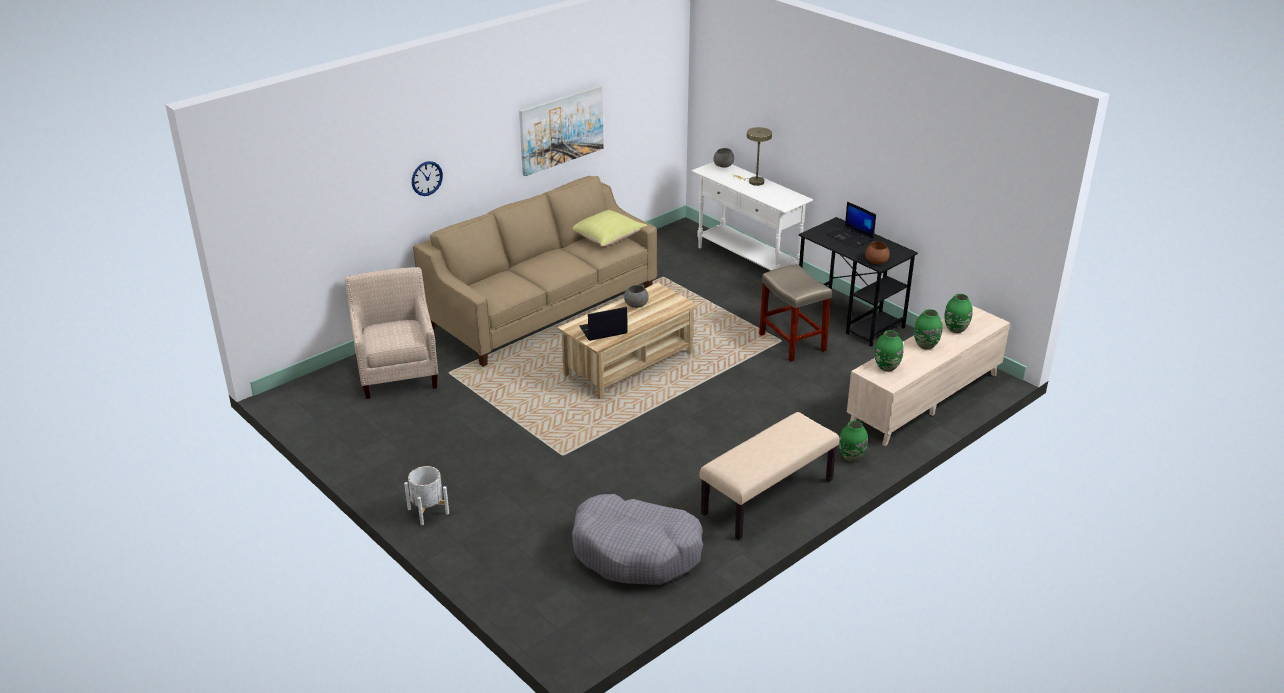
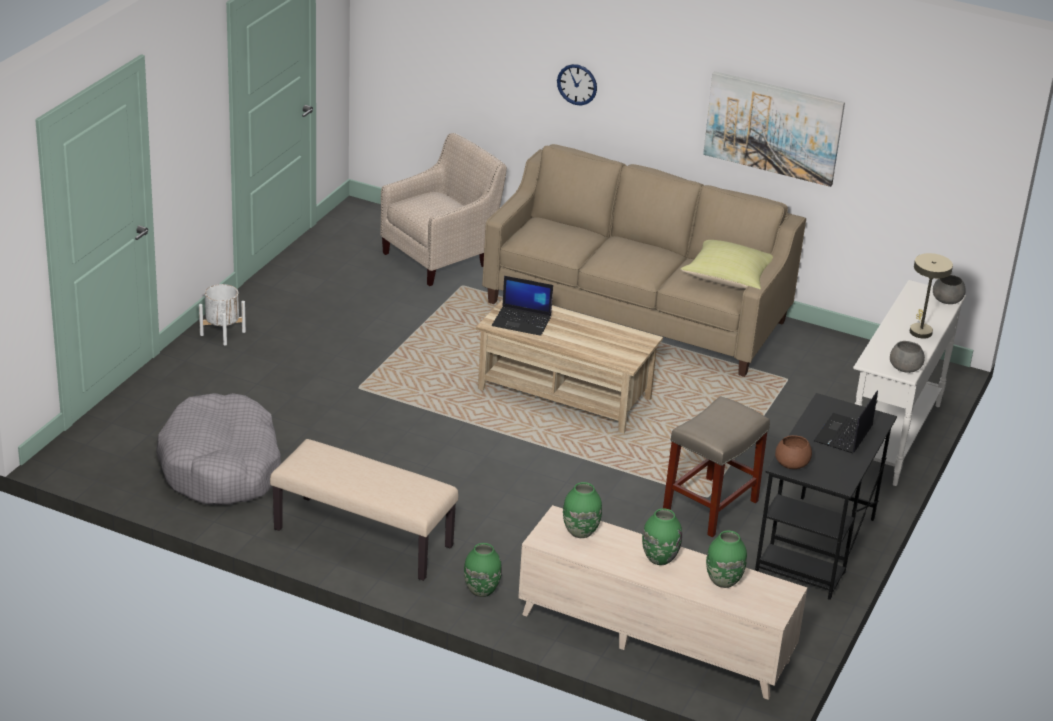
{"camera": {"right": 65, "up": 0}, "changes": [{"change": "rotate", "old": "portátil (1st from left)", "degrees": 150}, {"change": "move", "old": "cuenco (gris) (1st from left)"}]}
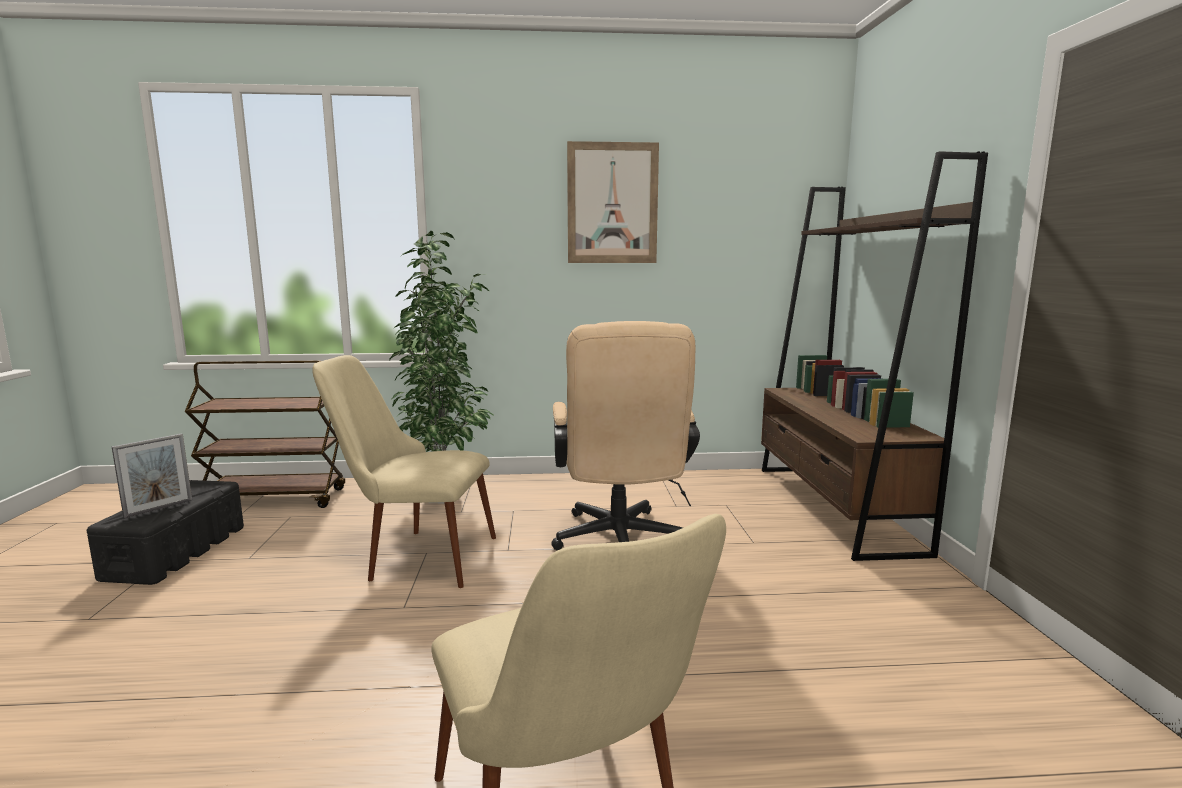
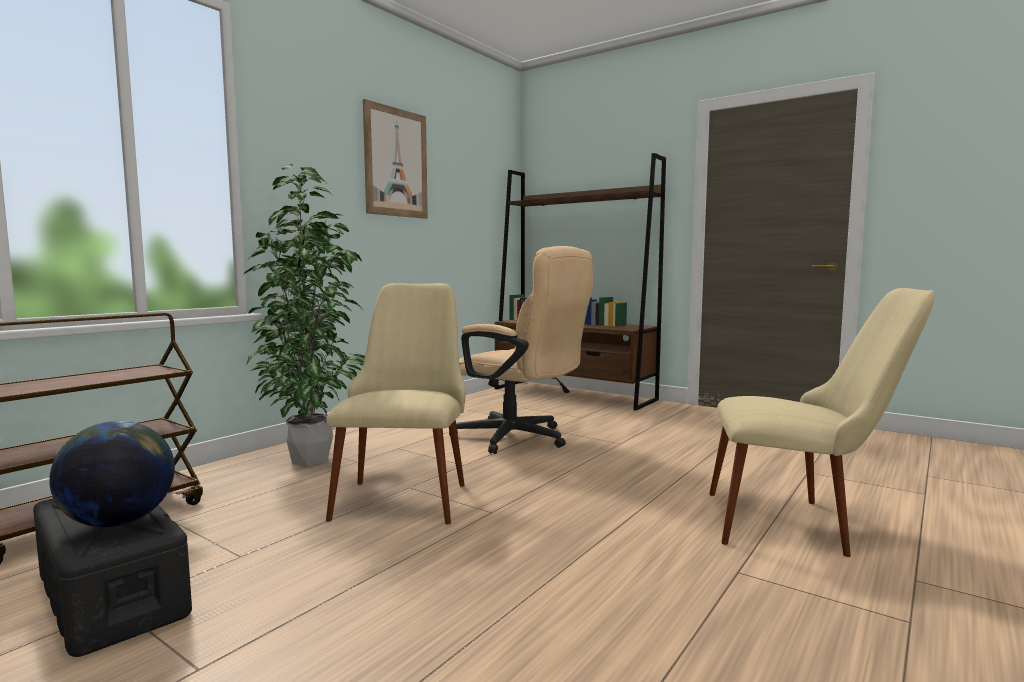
{"camera": {"right": -50, "up": -5}, "changes": [{"change": "replace", "old": "portarretratos", "new": "globo terráqueo"}, {"change": "rotate", "old": "silla (beis) (1st from left)", "degrees": 135}]}
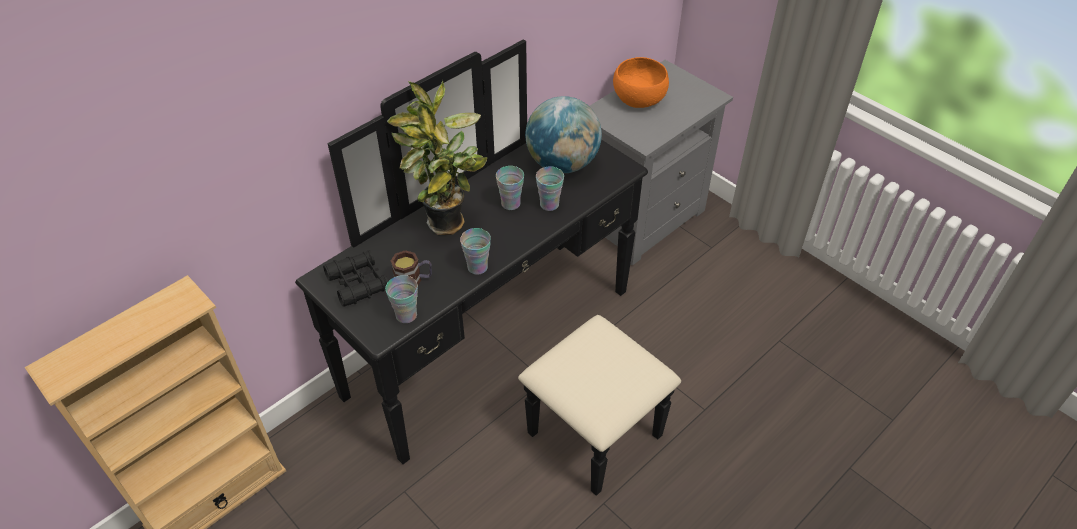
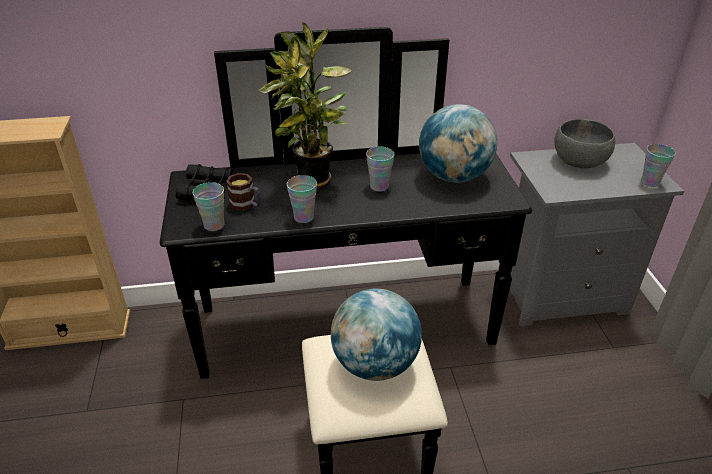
{"camera": {"right": 35, "up": -10}, "changes": [{"change": "insert", "new": "globo terráqueo (1st from left)"}, {"change": "recolor", "old": "cuenco (naranja)", "new": "cuenco (gris)"}, {"change": "move", "old": "taza (4th from left)"}]}
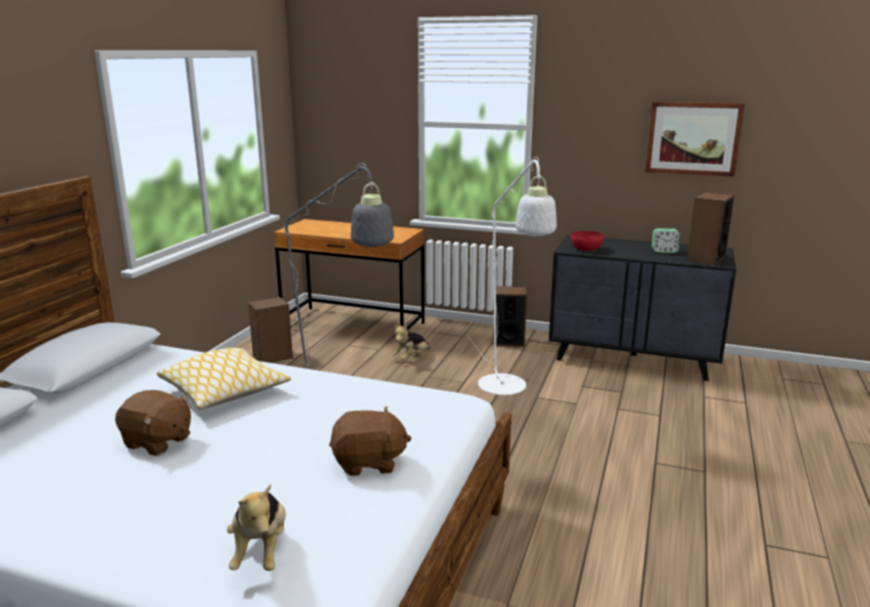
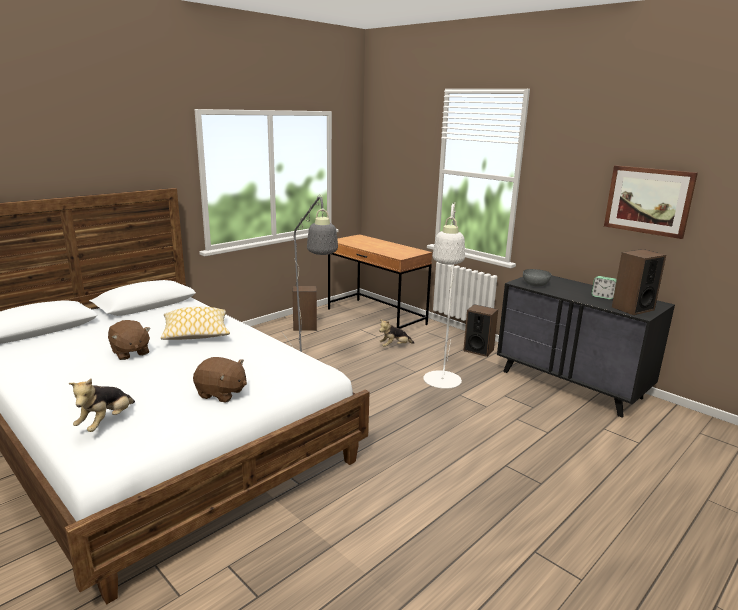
{"camera": {"right": 25, "up": 0}, "changes": [{"change": "recolor", "old": "cuenco (rojo)", "new": "cuenco (gris)"}]}
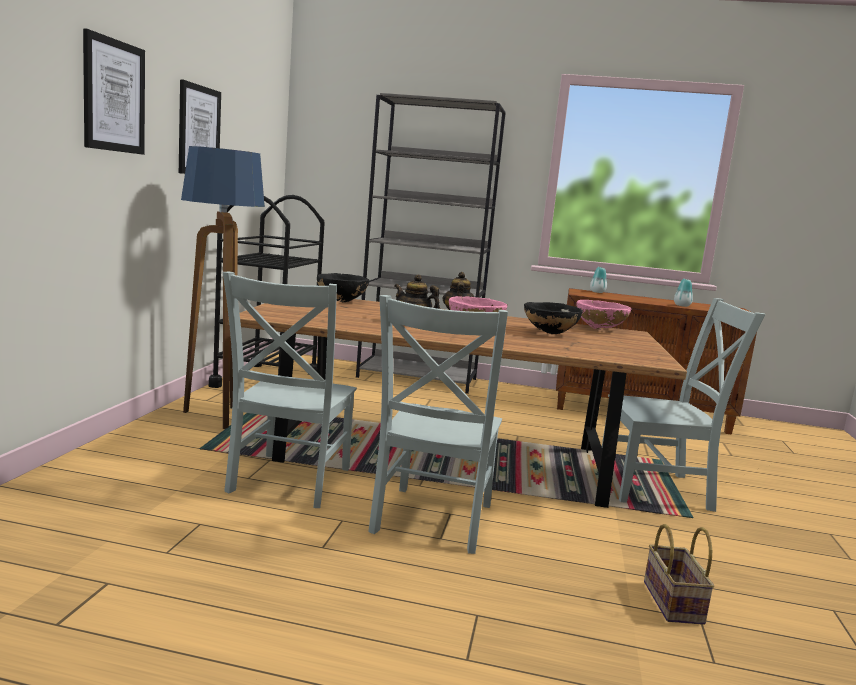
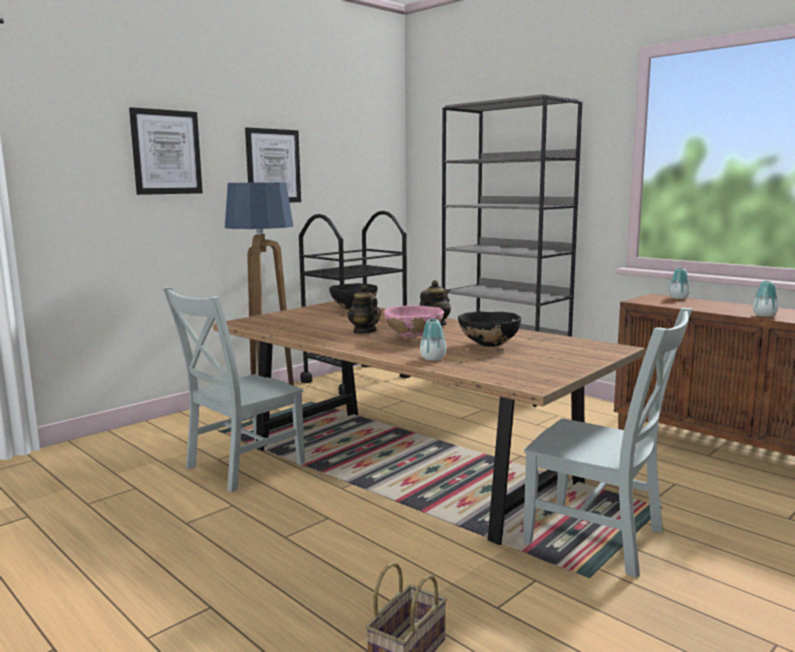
{"camera": {"right": 35, "up": 0}, "changes": [{"change": "insert", "new": "florero (1st from left)"}, {"change": "delete", "old": "silla (gris) (2nd from left)"}, {"change": "delete", "old": "cuenco (rosa) (2nd from left)"}]}
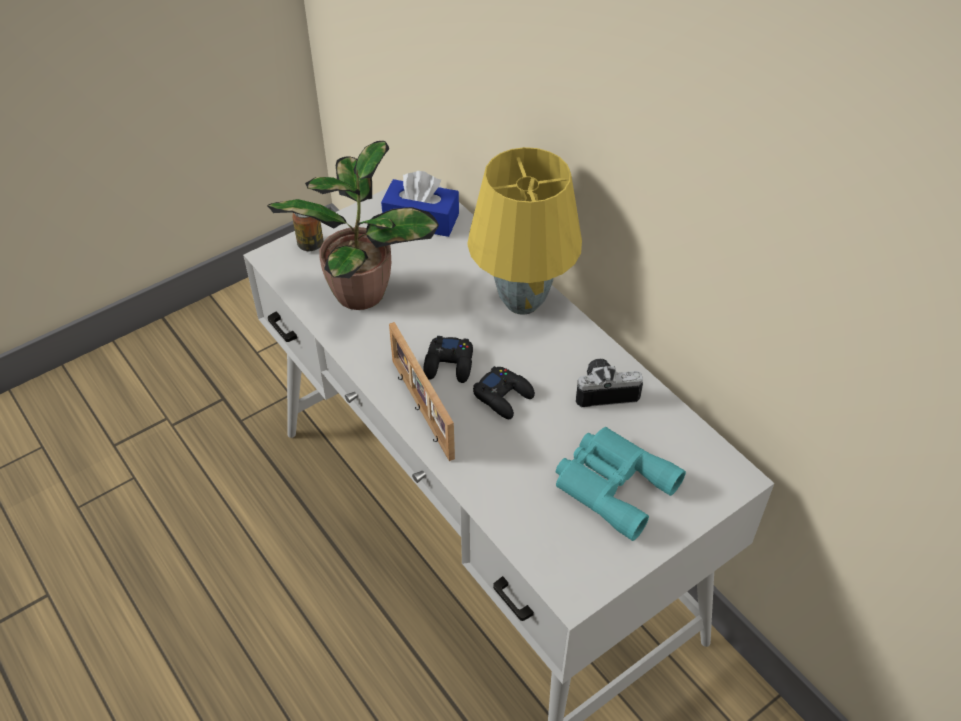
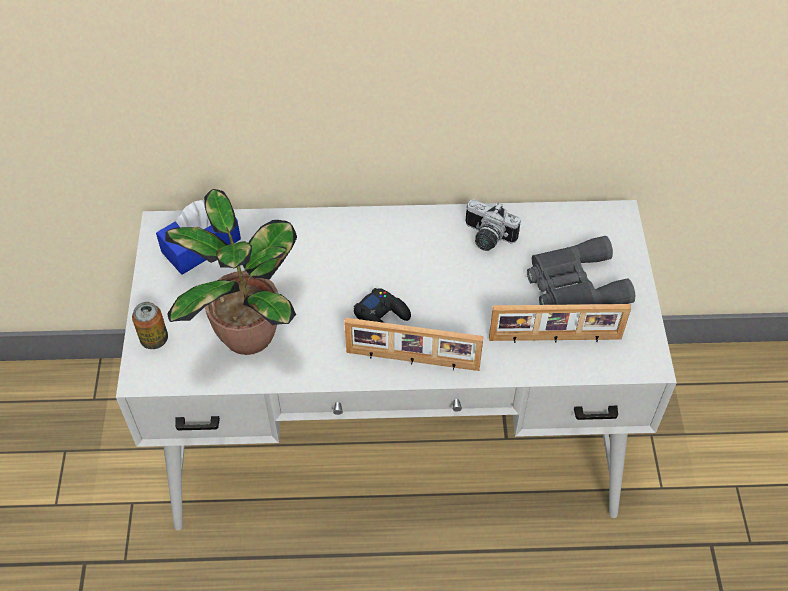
{"camera": {"right": -55, "up": 5}, "changes": [{"change": "rotate", "old": "cámara", "degrees": -90}, {"change": "insert", "new": "portarretratos (2nd from left)"}, {"change": "recolor", "old": "prismáticos (turquesa)", "new": "prismáticos (gris)"}, {"change": "delete", "old": "lámpara de mesa (amarillo)"}, {"change": "delete", "old": "mando de consola (negro) (2nd from left)"}]}
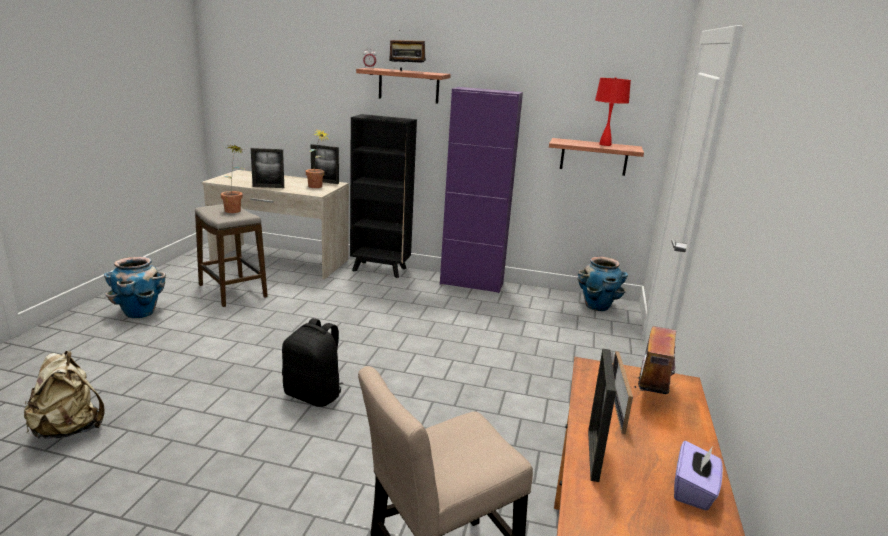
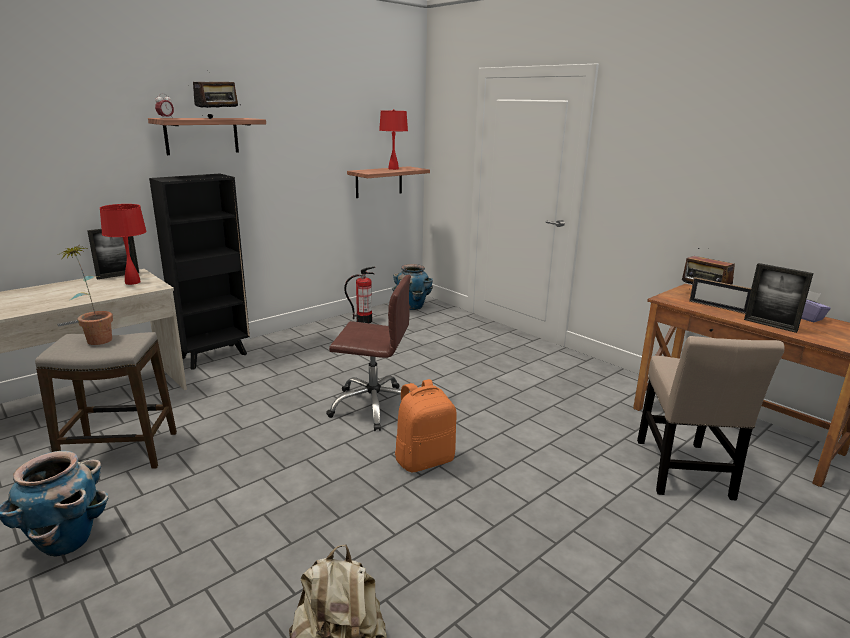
{"camera": {"right": -55, "up": 0}, "changes": [{"change": "replace", "old": "planta en maceta (2nd from left)", "new": "lámpara de mesa (rojo) (1st from left)"}, {"change": "insert", "new": "silla de oficina (marrón)"}, {"change": "insert", "new": "extintor"}, {"change": "recolor", "old": "mochila (negro)", "new": "mochila (naranja)"}, {"change": "delete", "old": "portarretratos (1st from left)"}, {"change": "delete", "old": "armario (morado)"}]}
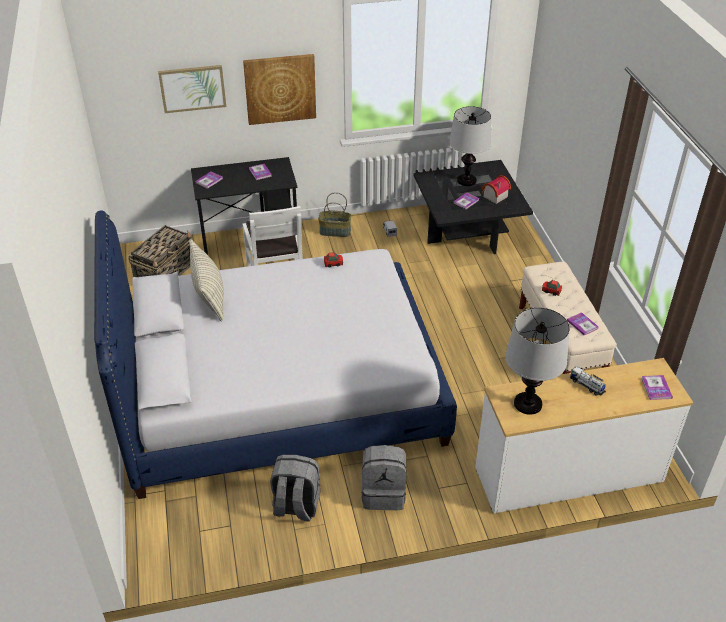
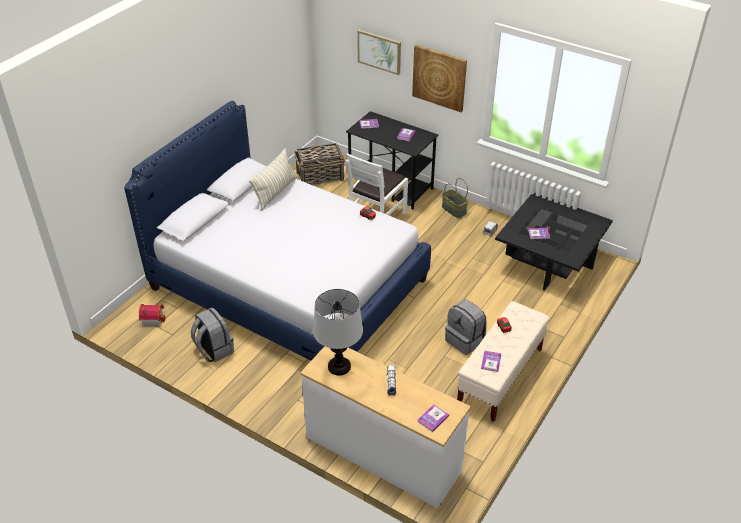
{"camera": {"right": 45, "up": 0}, "changes": [{"change": "move", "old": "casita"}, {"change": "move", "old": "mochila (gris) (2nd from left)"}, {"change": "delete", "old": "lámpara de mesa (1st from left)"}]}
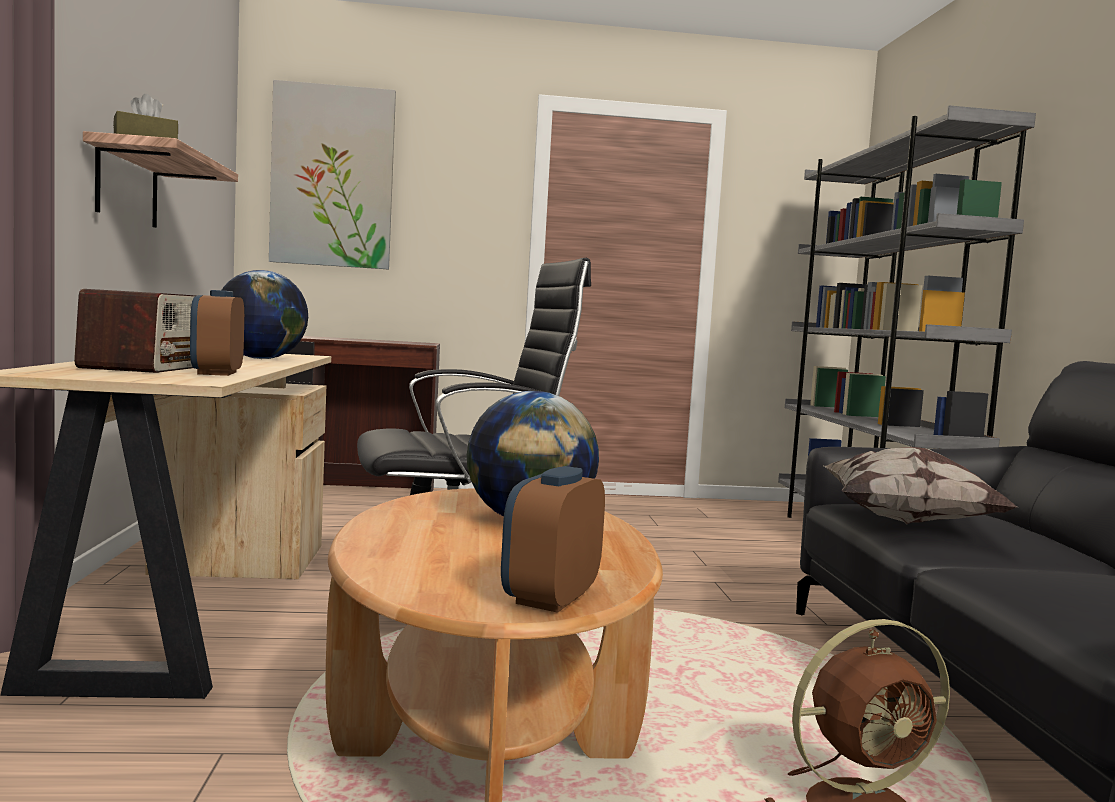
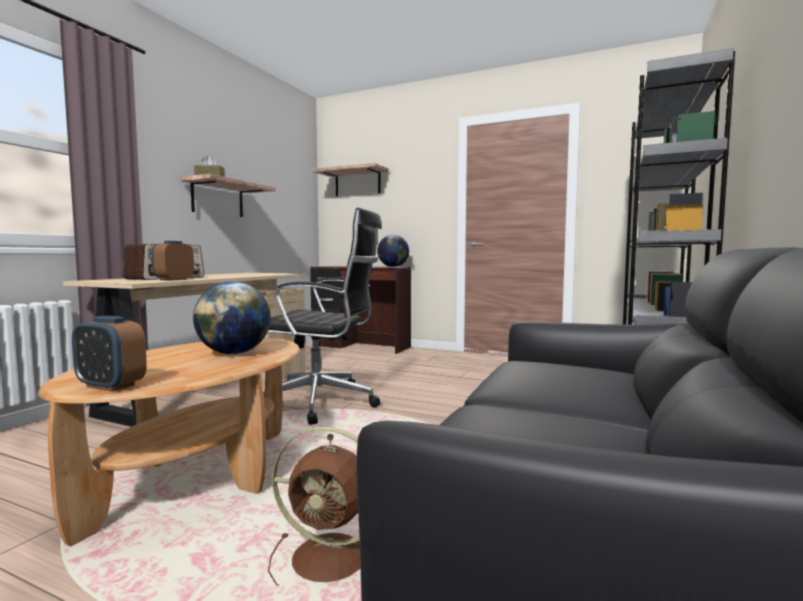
{"camera": {"right": 30, "up": 0}, "changes": [{"change": "rotate", "old": "despertador (2nd from left in the first image)", "degrees": -120}, {"change": "replace", "old": "cuadro", "new": "estante (2nd from left)"}, {"change": "move", "old": "globo terráqueo (1st from left in the first image)", "new": "globo terráqueo (2nd from left)"}, {"change": "delete", "old": "cojín"}]}
